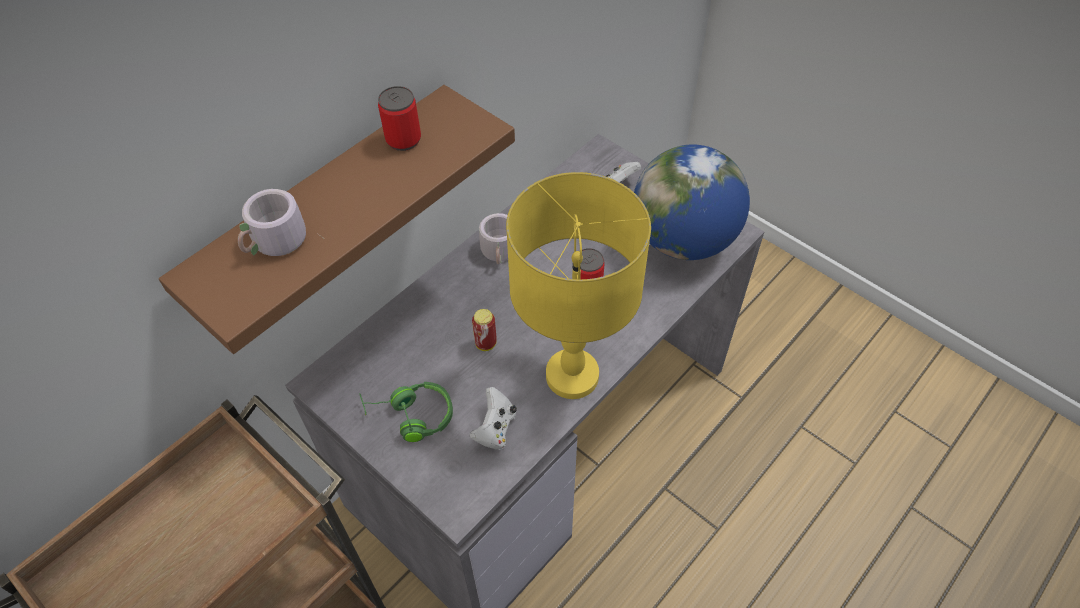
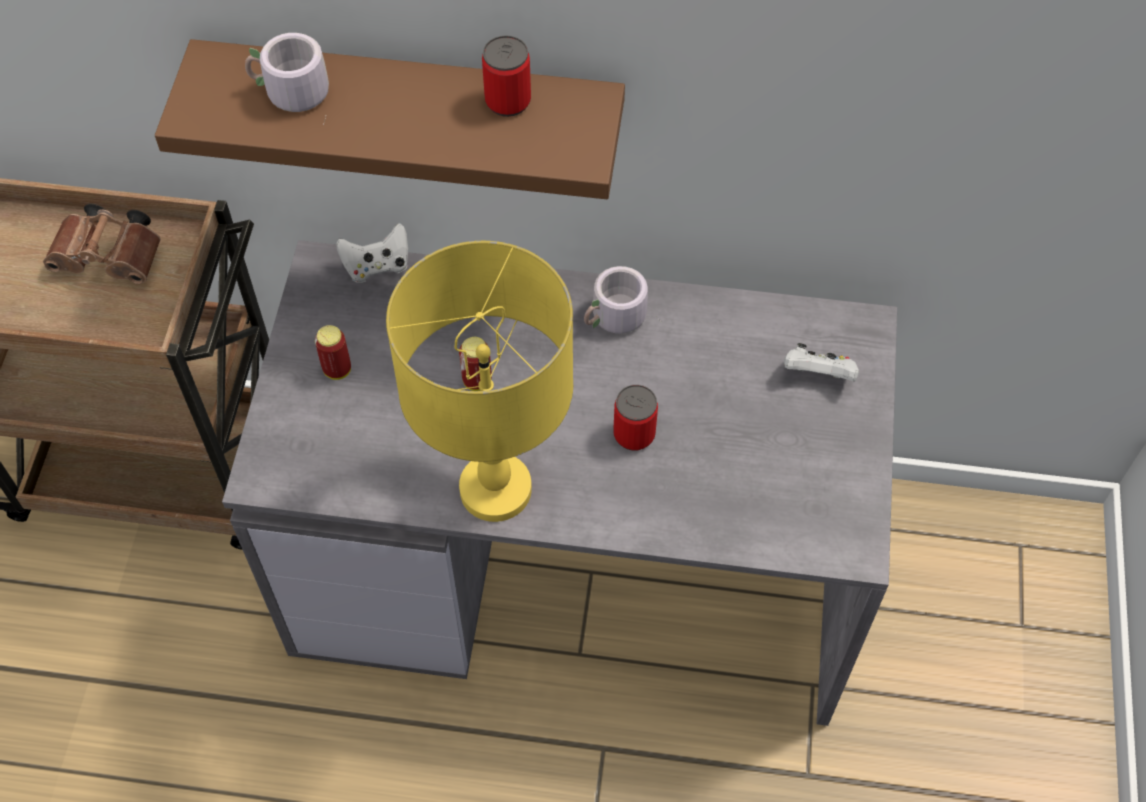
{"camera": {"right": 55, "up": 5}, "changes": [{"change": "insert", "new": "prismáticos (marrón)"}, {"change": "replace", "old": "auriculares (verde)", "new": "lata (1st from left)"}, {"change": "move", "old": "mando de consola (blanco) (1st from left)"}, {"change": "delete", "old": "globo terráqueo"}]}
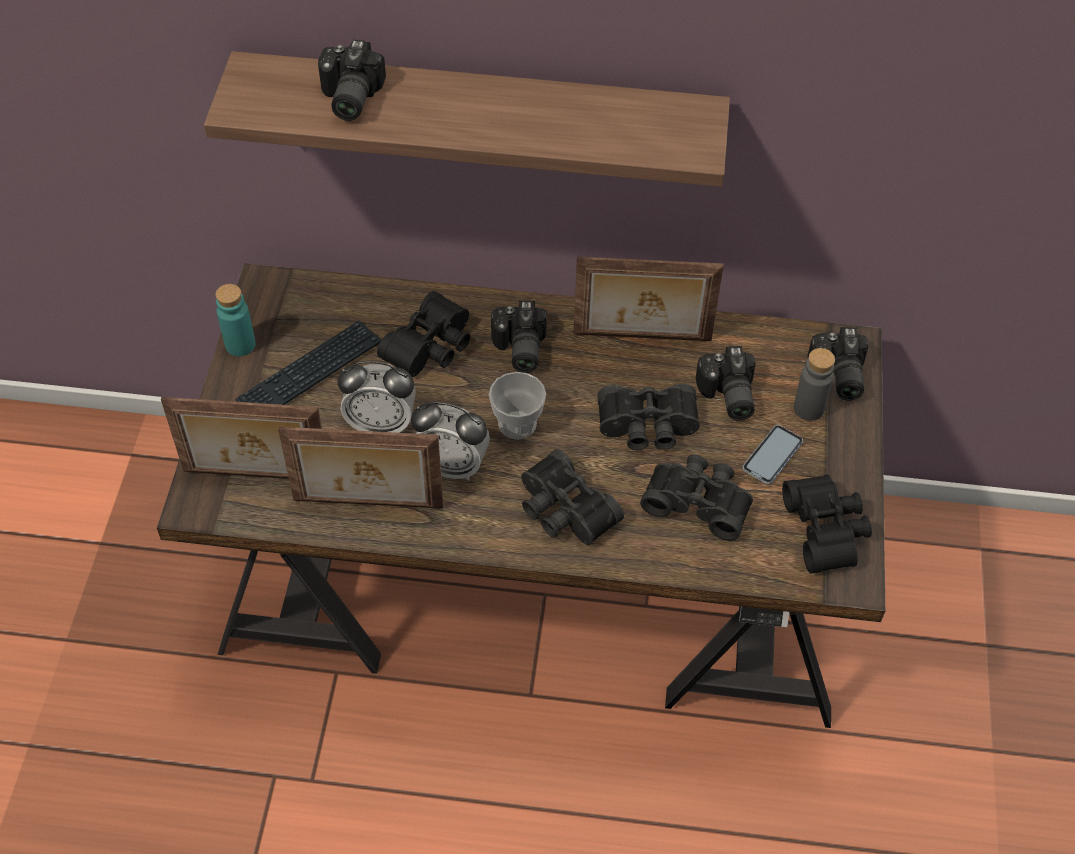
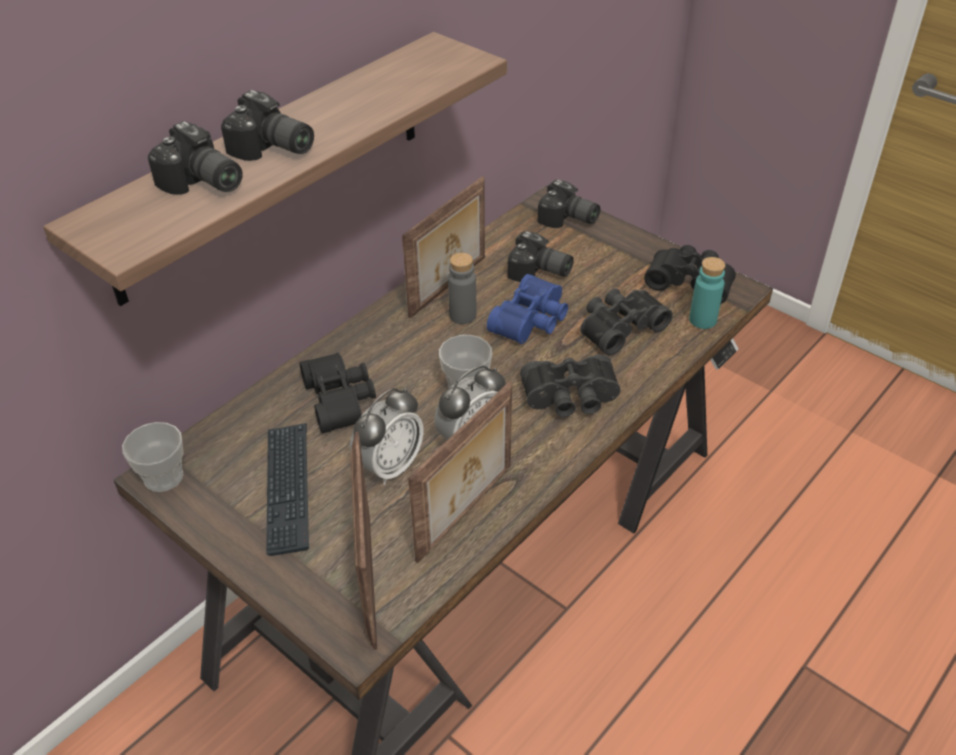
{"camera": {"right": -55, "up": -10}, "changes": [{"change": "insert", "new": "taza (1st from left)"}, {"change": "move", "old": "cámara (2nd from left)"}, {"change": "rotate", "old": "portarretratos (1st from left)", "degrees": 135}, {"change": "move", "old": "botella (gris)"}, {"change": "recolor", "old": "prismáticos (negro) (3rd from left)", "new": "prismáticos (azul)"}, {"change": "move", "old": "botella (turquesa)"}, {"change": "delete", "old": "móvil"}]}
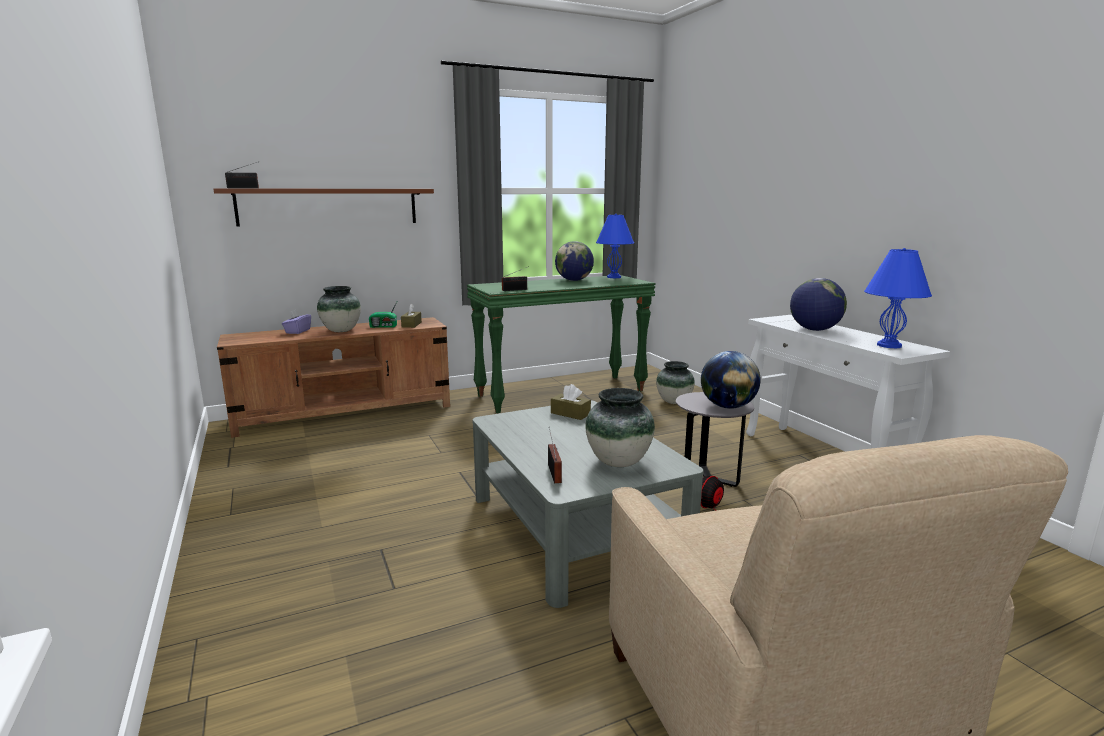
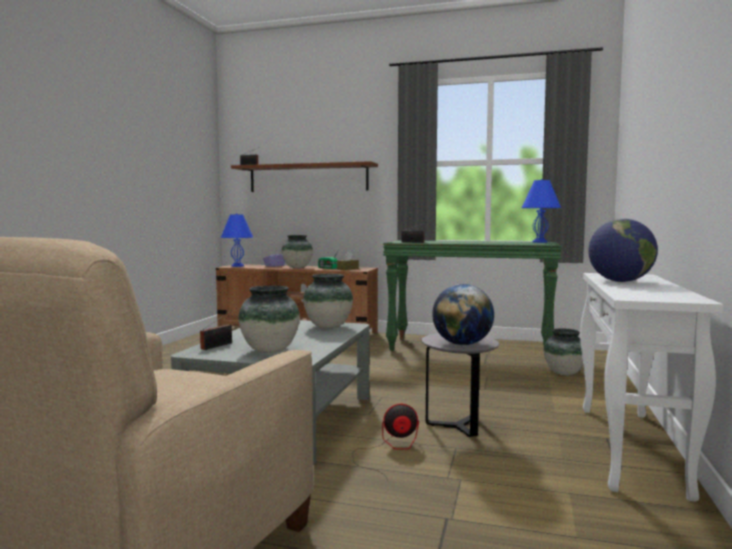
{"camera": {"right": 40, "up": -10}, "changes": [{"change": "move", "old": "lámpara de mesa (azul) (2nd from left in the first image)", "new": "lámpara de mesa (azul) (1st from left)"}, {"change": "replace", "old": "caja de pañuelos (marrón) (2nd from left)", "new": "florero (3rd from left)"}, {"change": "delete", "old": "globo terráqueo (1st from left)"}]}
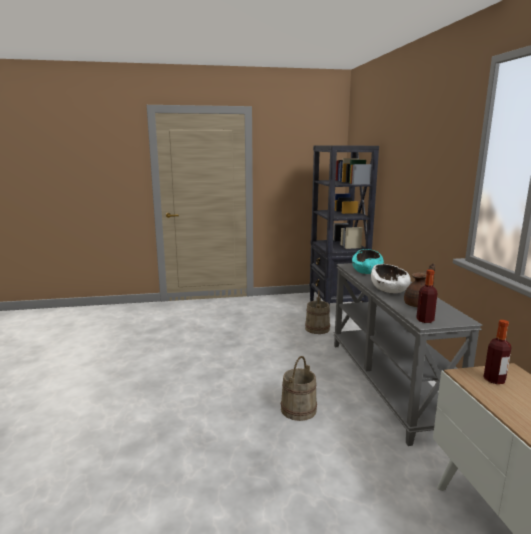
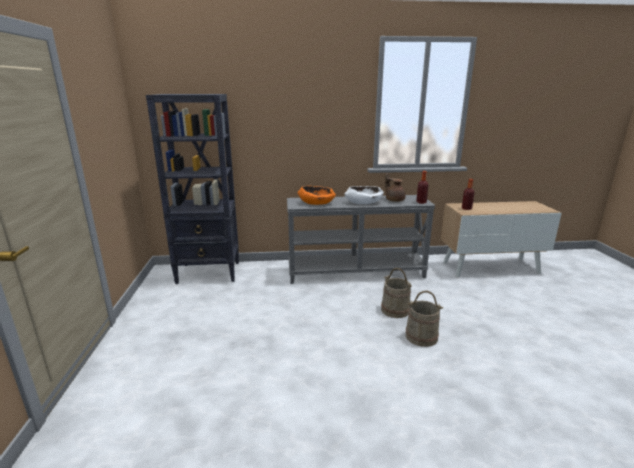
{"camera": {"right": -85, "up": 5}, "changes": [{"change": "recolor", "old": "cuenco (turquesa)", "new": "cuenco (naranja)"}, {"change": "move", "old": "cubo (beis) (2nd from left)"}]}
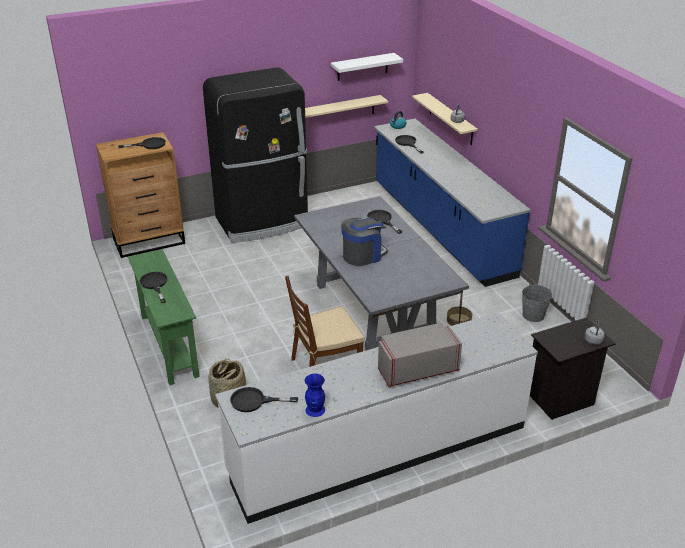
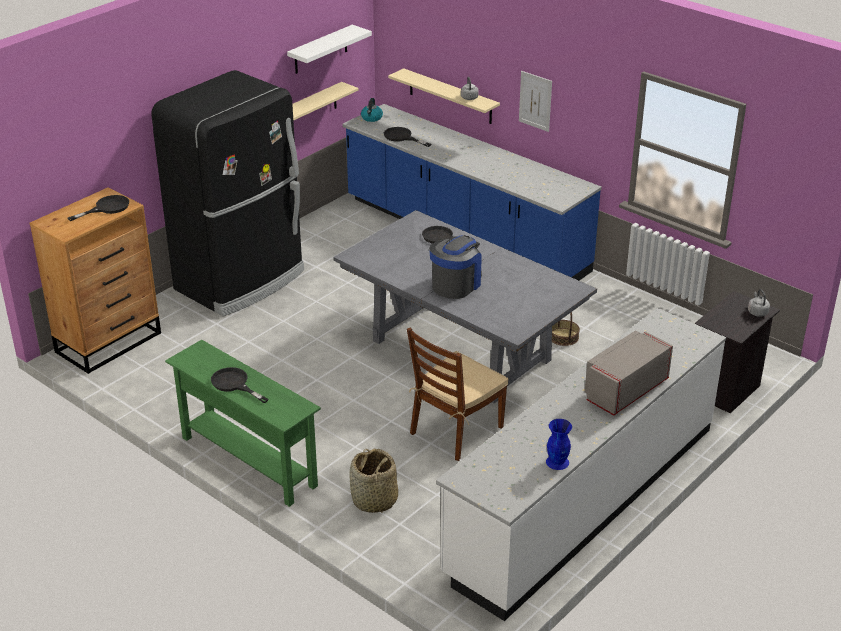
{"camera": {"right": -25, "up": 0}, "changes": [{"change": "insert", "new": "cuadro"}, {"change": "delete", "old": "sartén (negro) (3rd from left)"}, {"change": "delete", "old": "cubo (gris)"}]}
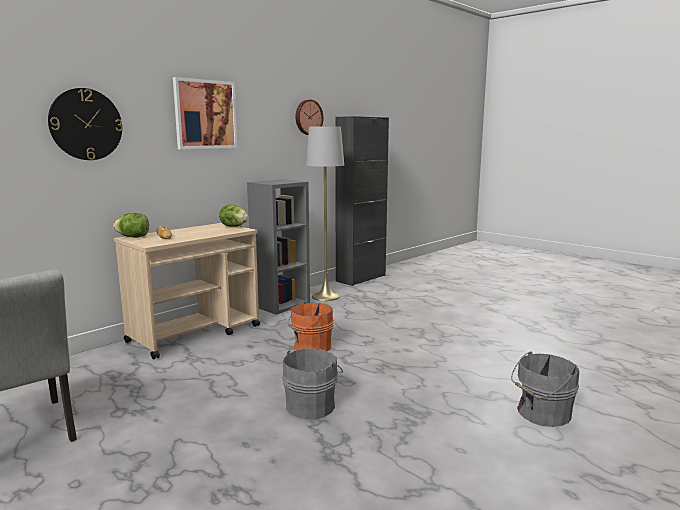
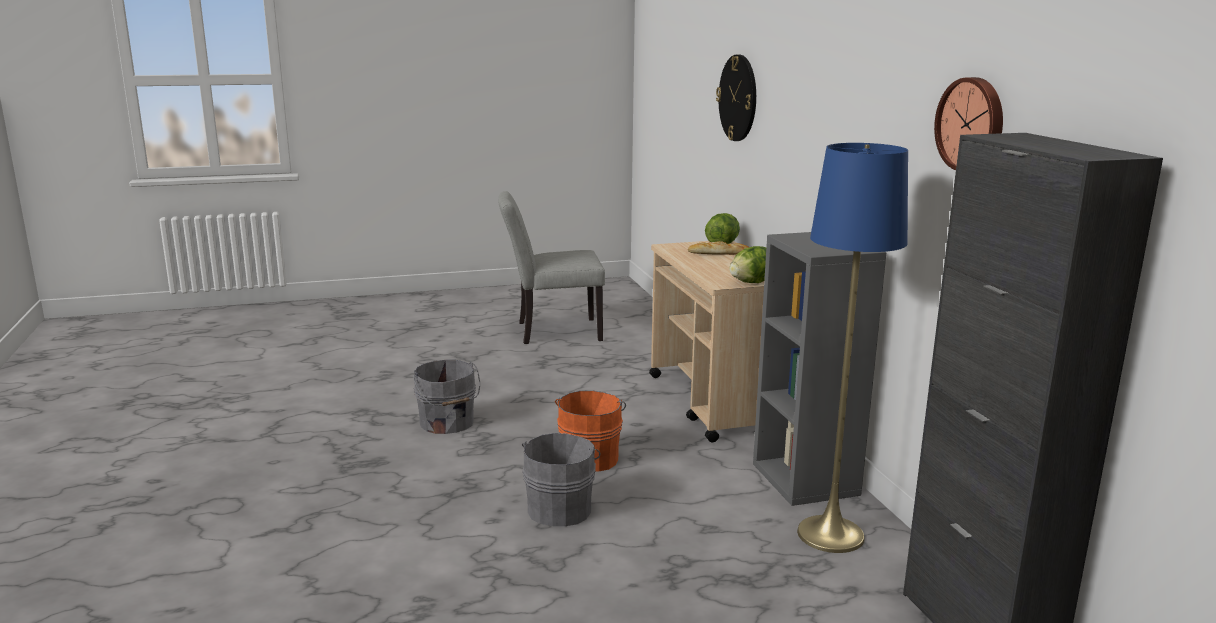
{"camera": {"right": 120, "up": 5}, "changes": [{"change": "move", "old": "cubo (gris) (2nd from left)"}, {"change": "recolor", "old": "lámpara de pie (gris)", "new": "lámpara de pie (azul)"}, {"change": "delete", "old": "cuadro"}]}
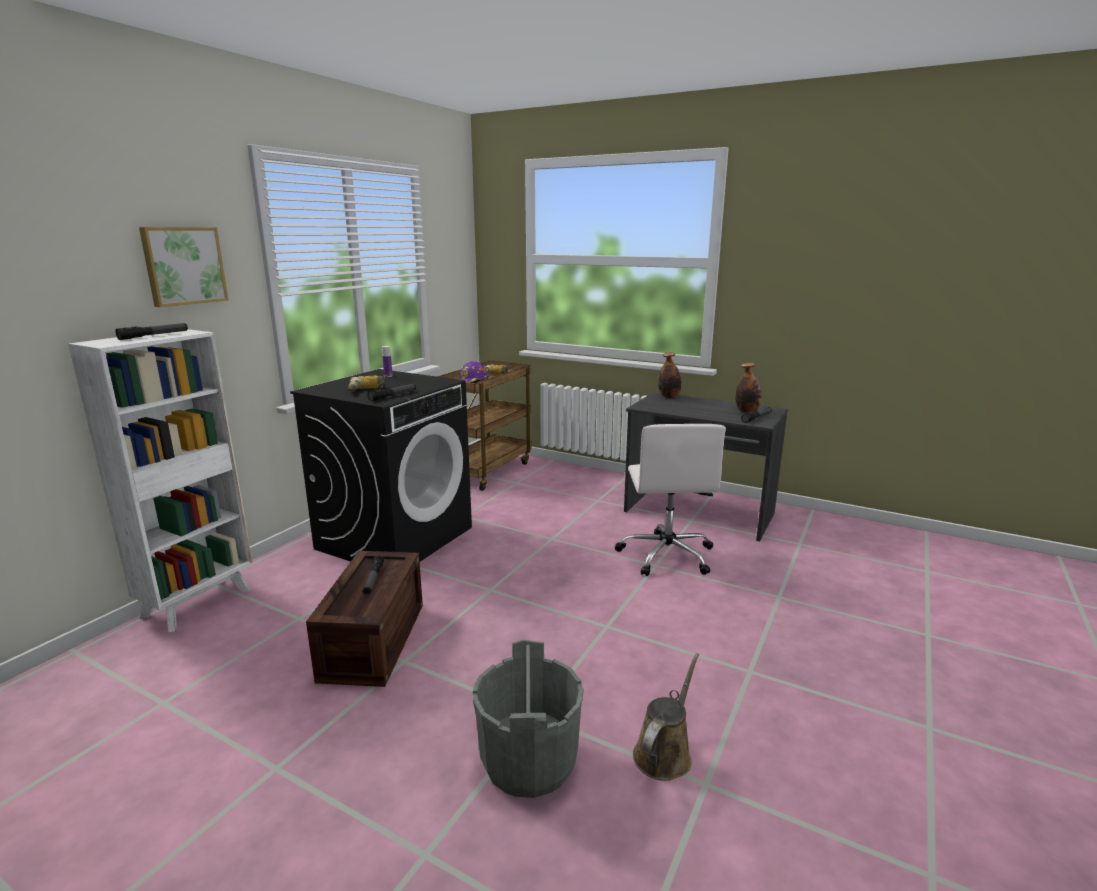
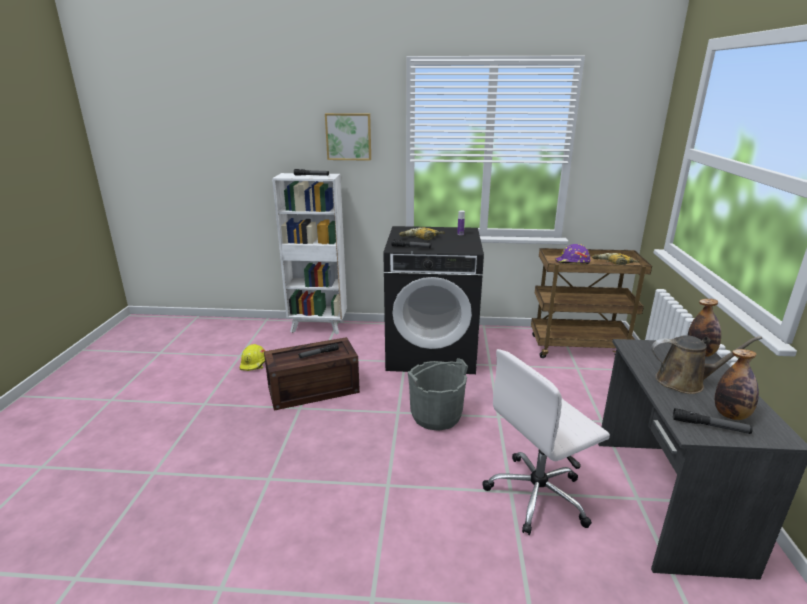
{"camera": {"right": 65, "up": 5}, "changes": [{"change": "insert", "new": "casco (amarillo)"}, {"change": "move", "old": "cubo (gris)"}, {"change": "move", "old": "regadera (marrón)"}]}
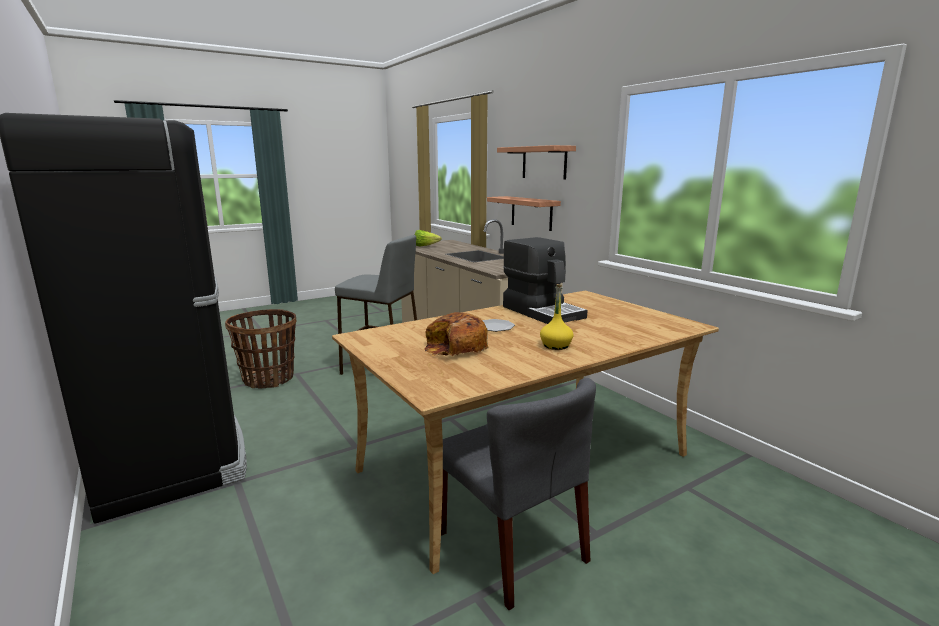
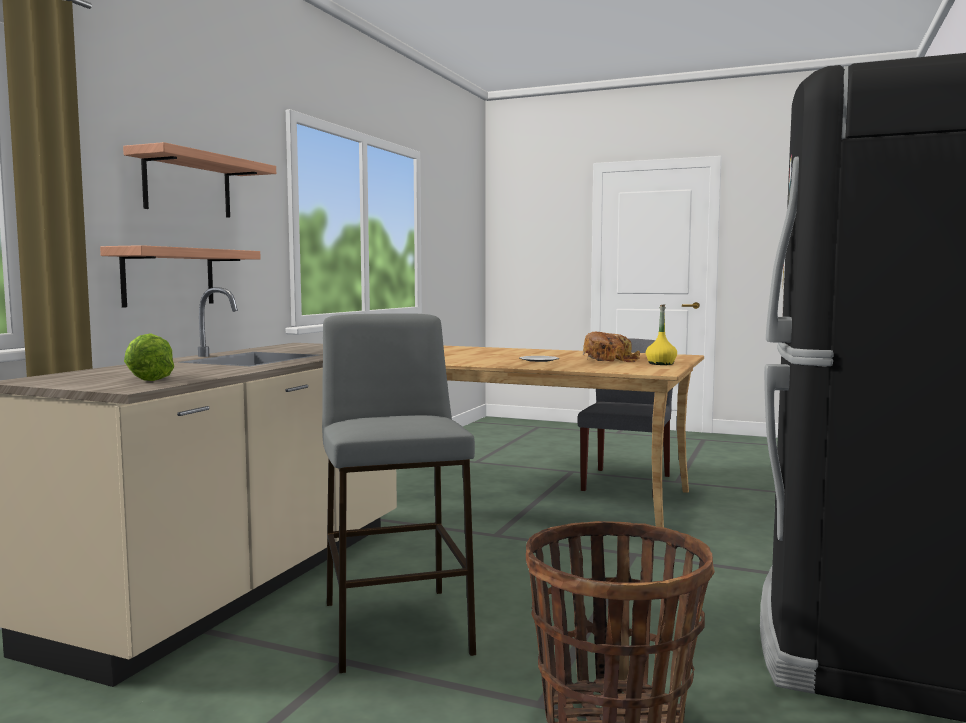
{"camera": {"right": -125, "up": -10}, "changes": [{"change": "move", "old": "botella (amarillo)"}, {"change": "delete", "old": "cafetera"}]}
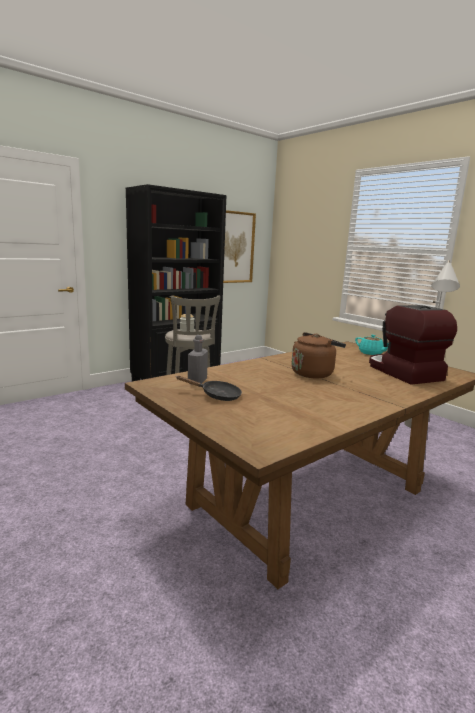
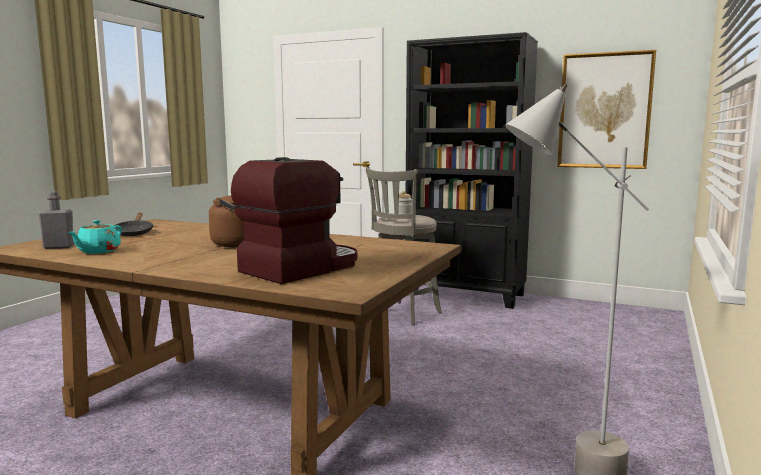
{"camera": {"right": 65, "up": -5}, "changes": [{"change": "move", "old": "botella (gris)"}, {"change": "move", "old": "tetera (turquesa)"}]}
